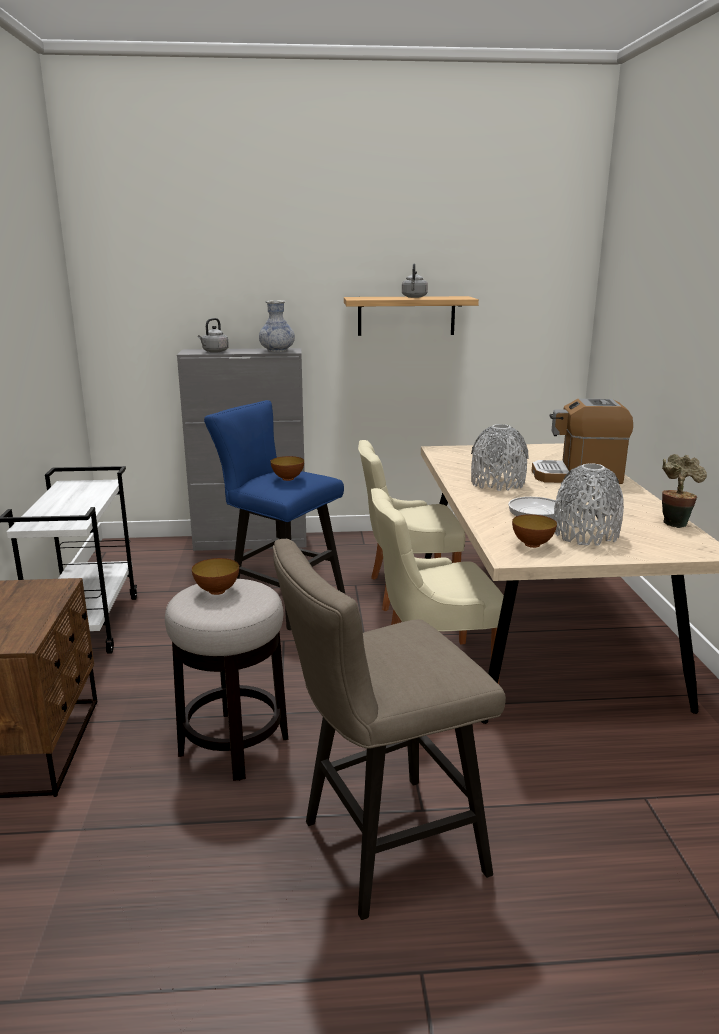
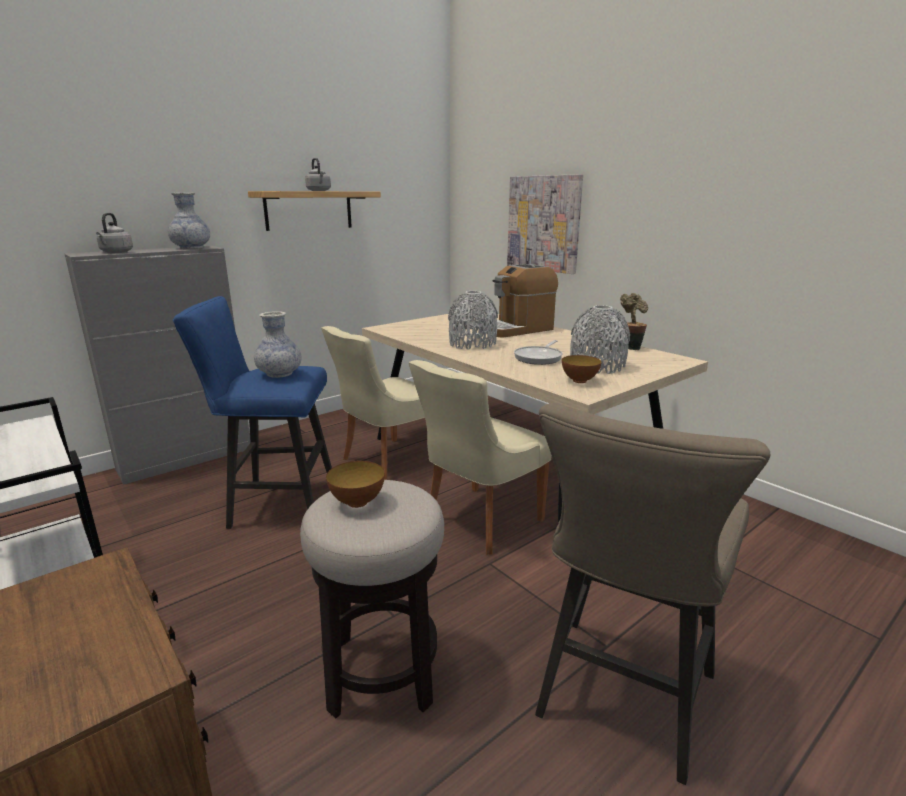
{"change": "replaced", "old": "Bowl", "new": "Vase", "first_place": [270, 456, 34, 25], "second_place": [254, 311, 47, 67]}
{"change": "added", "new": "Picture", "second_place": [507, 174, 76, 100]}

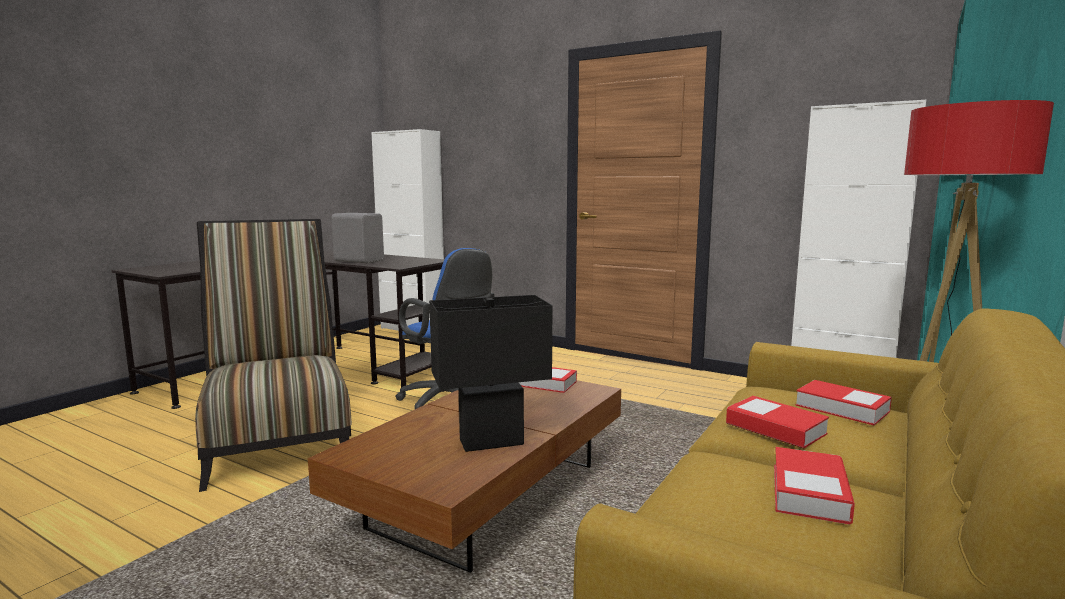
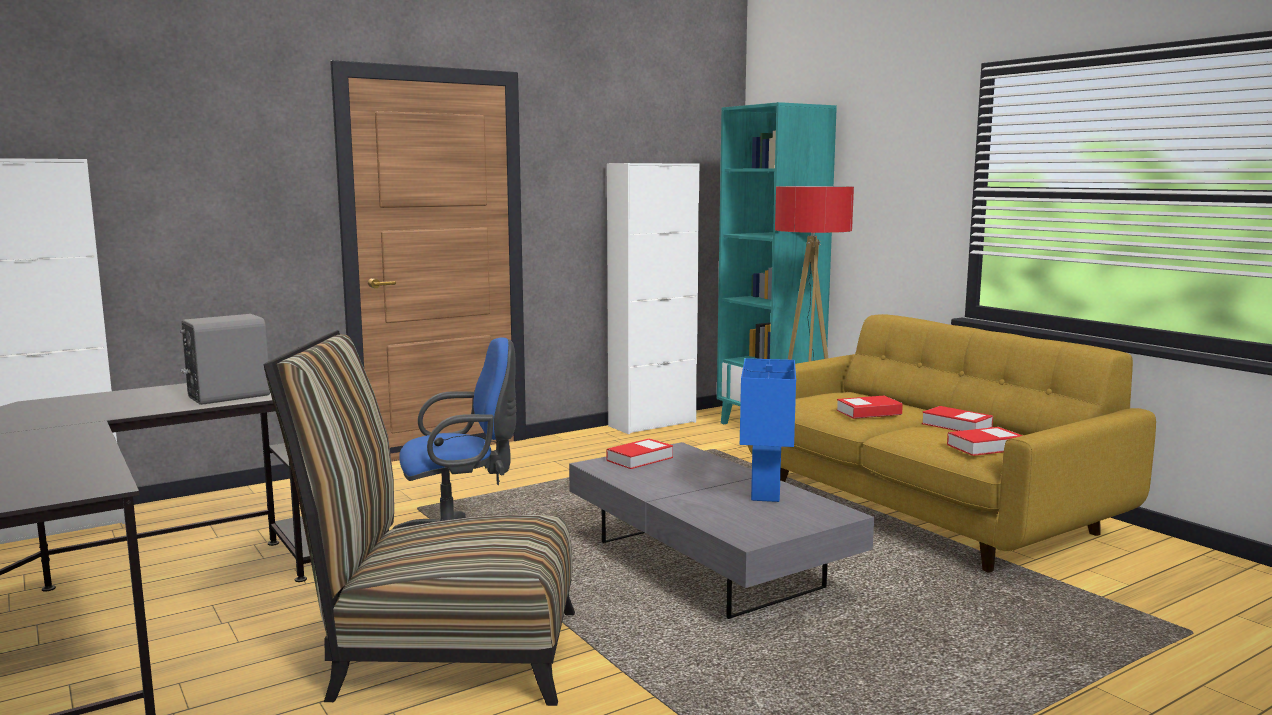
{"change": "recoloured", "old": "BlackTableLamp", "new": "BlueTableLamp", "first_place": [429, 295, 123, 157], "second_place": [740, 358, 56, 144]}
{"change": "recoloured", "old": "BrownCoffeeTable", "new": "GreyCoffeeTable", "first_place": [308, 380, 313, 193], "second_place": [569, 442, 305, 177]}
{"change": "moved", "old": "Book", "first_place": [795, 380, 97, 45], "second_place": [947, 427, 76, 29]}

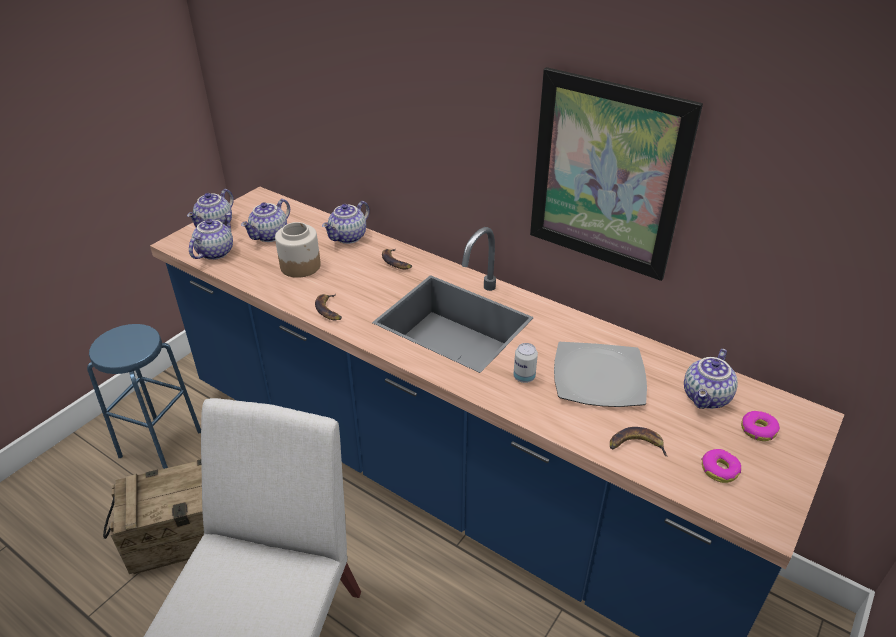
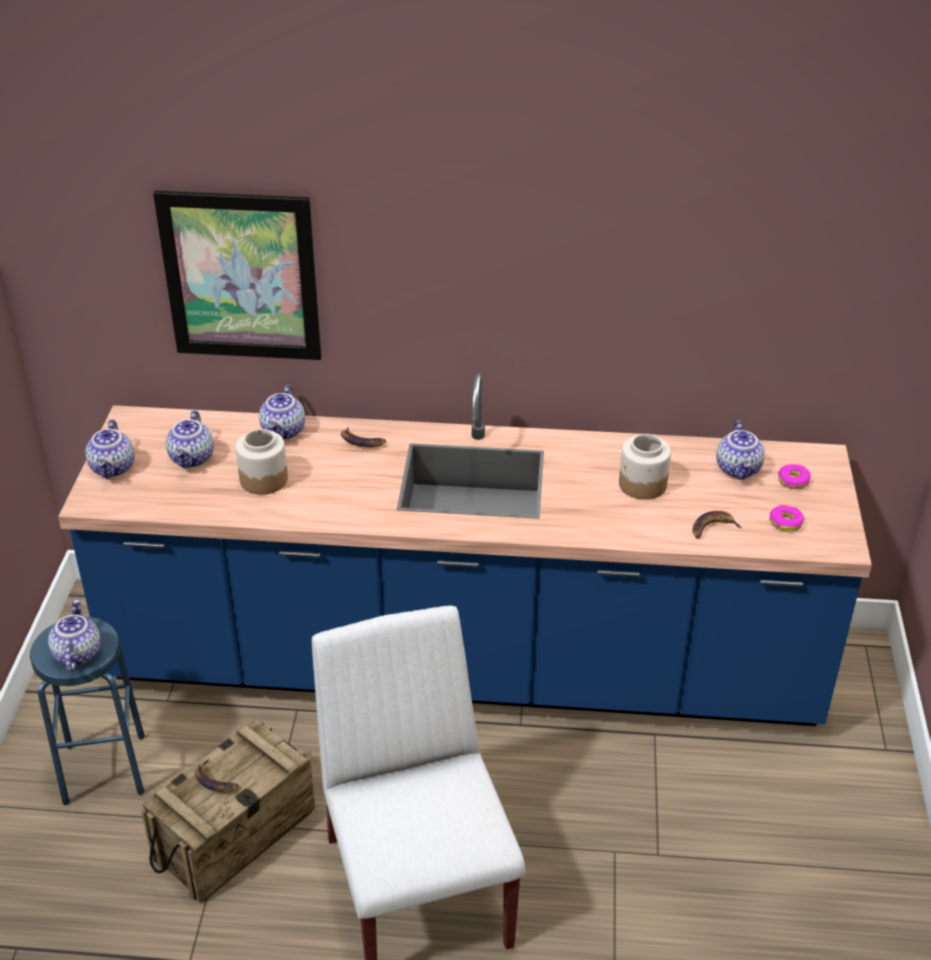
{"change": "moved", "old": "Picture", "first_place": [530, 67, 173, 214], "second_place": [153, 191, 169, 169]}
{"change": "moved", "old": "Teapot", "first_place": [189, 213, 44, 47], "second_place": [48, 599, 53, 73]}
{"change": "moved", "old": "Banana", "first_place": [315, 294, 27, 26], "second_place": [195, 759, 44, 33]}
{"change": "replaced", "old": "Plate", "new": "Jar", "first_place": [554, 342, 93, 65], "second_place": [619, 434, 52, 66]}
{"change": "removed", "old": "Can", "first_place": [513, 343, 25, 40]}

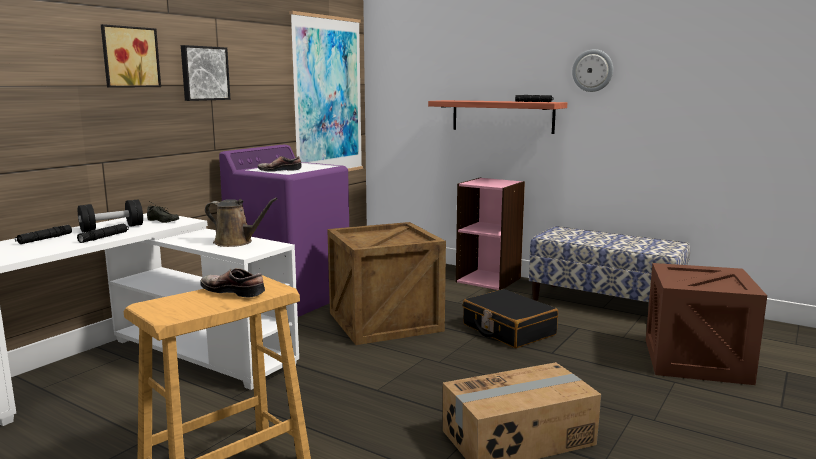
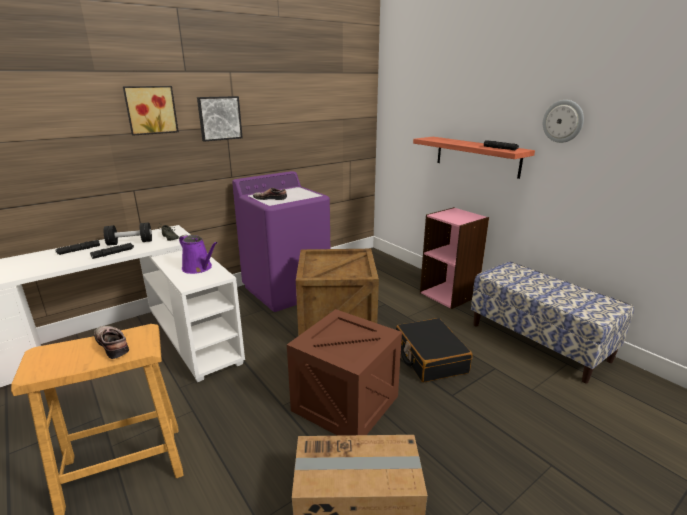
{"change": "removed", "old": "Picture", "first_place": [289, 11, 74, 160]}
{"change": "recoloured", "old": "BrownWateringCan", "new": "PurpleWateringCan", "first_place": [205, 198, 72, 49], "second_place": [179, 234, 39, 40]}
{"change": "moved", "old": "Crate", "first_place": [646, 263, 121, 122], "second_place": [287, 309, 115, 127]}

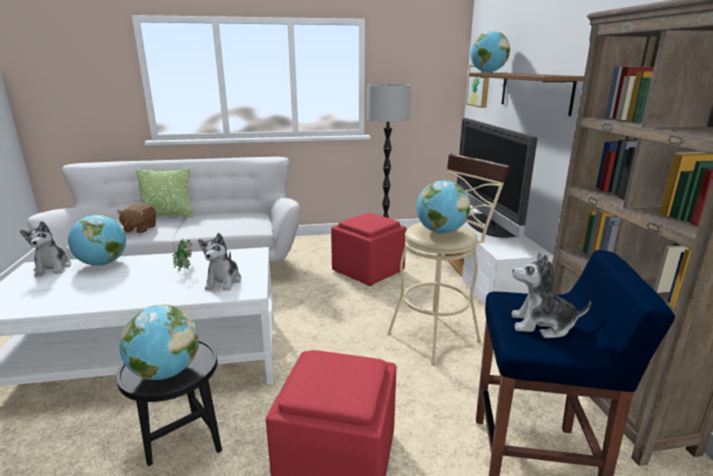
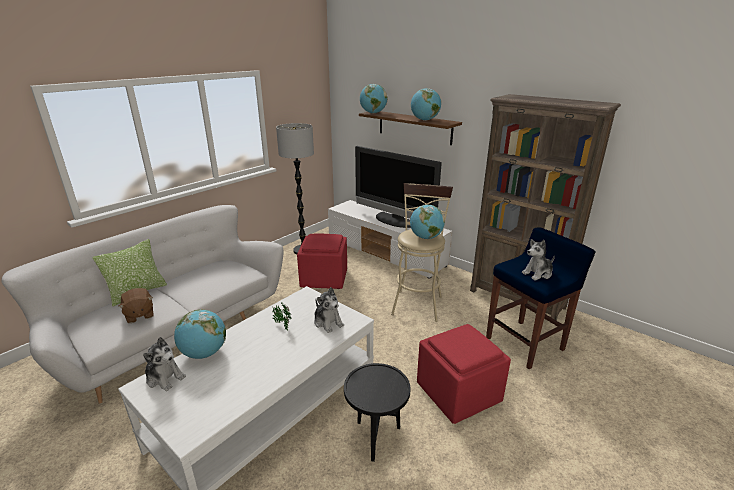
{"change": "removed", "old": "Picture", "first_place": [466, 65, 23, 43]}
{"change": "moved", "old": "Globe", "first_place": [119, 305, 80, 75], "second_place": [411, 88, 30, 33]}

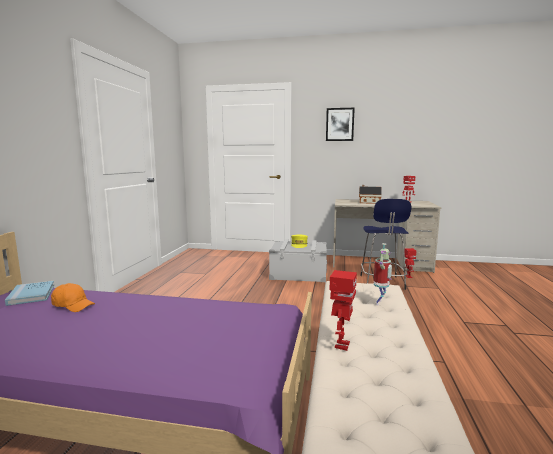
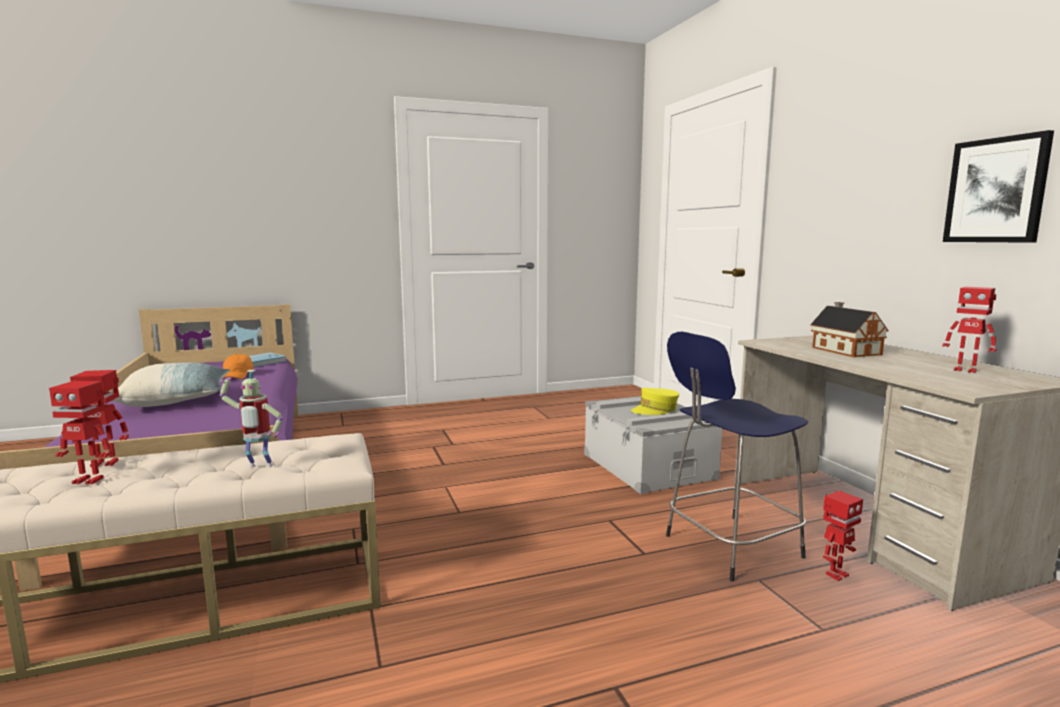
{"change": "moved", "old": "Picture", "first_place": [326, 108, 29, 33], "second_place": [943, 130, 111, 113]}
{"change": "added", "new": "Pillow", "second_place": [112, 363, 118, 44]}
{"change": "added", "new": "ToyRobot", "second_place": [49, 381, 63, 104]}

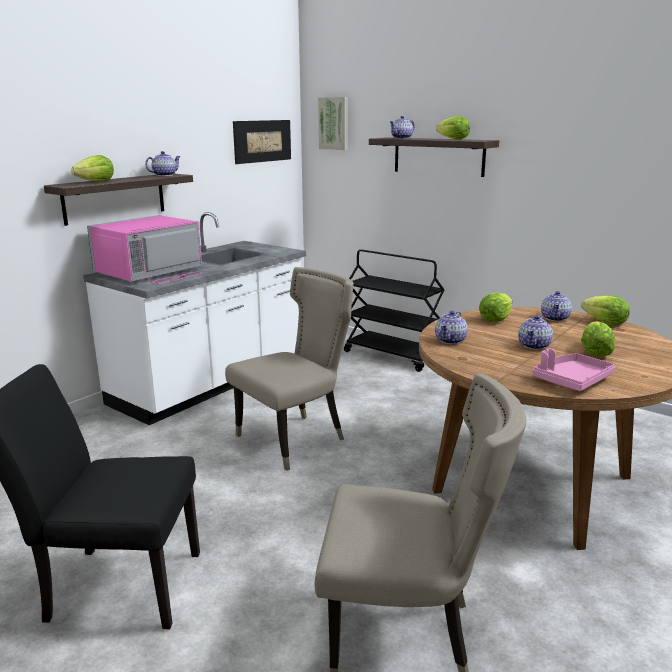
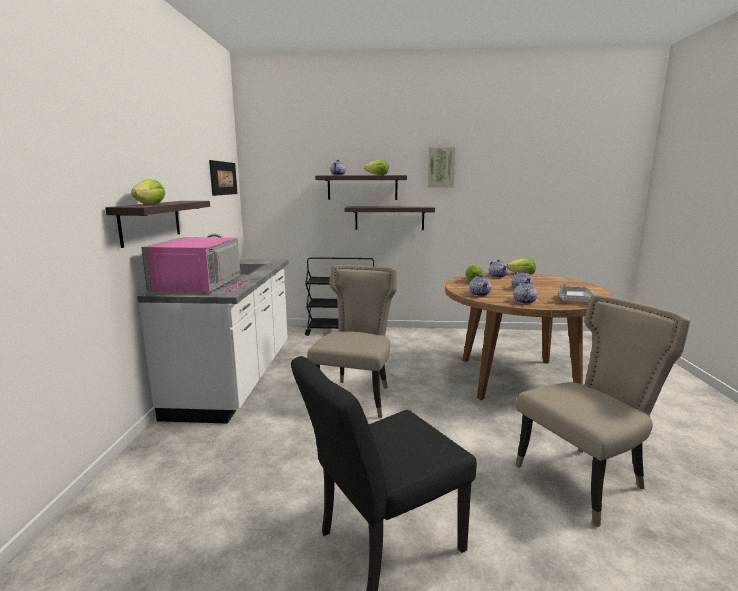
{"change": "moved", "old": "Picture", "first_place": [318, 97, 30, 53], "second_place": [428, 147, 28, 40]}
{"change": "moved", "old": "Teapot", "first_place": [145, 151, 36, 25], "second_place": [513, 281, 25, 23]}
{"change": "removed", "old": "Lettuce", "first_place": [581, 321, 34, 36]}
{"change": "recoloured", "old": "PinkTray", "new": "GreyTray", "first_place": [532, 348, 83, 43], "second_place": [559, 284, 37, 18]}
{"change": "added", "new": "Shelf", "second_place": [344, 206, 91, 24]}

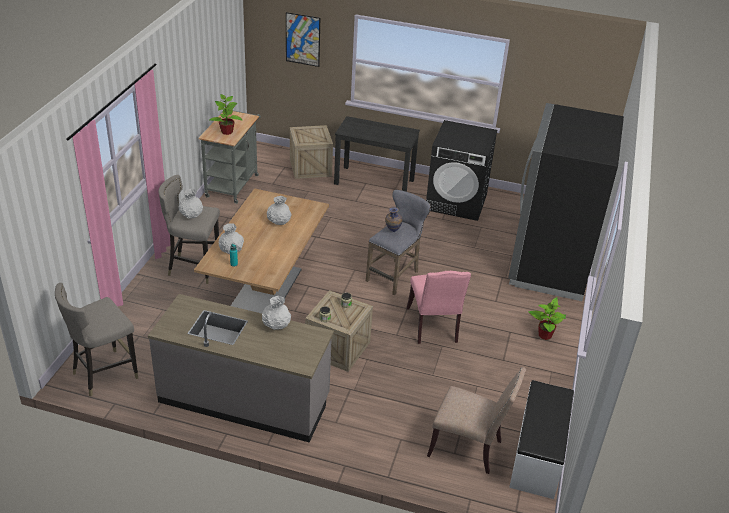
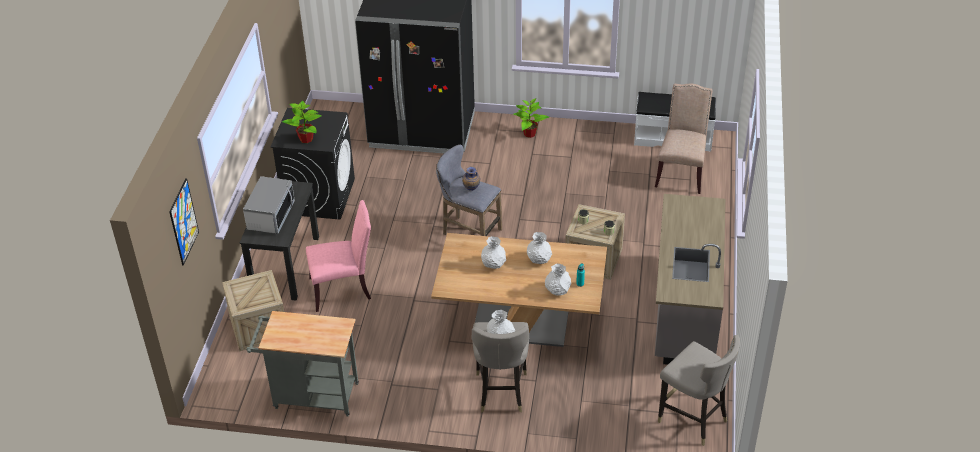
{"change": "moved", "old": "PottedPlant", "first_place": [210, 94, 33, 41], "second_place": [282, 101, 40, 42]}
{"change": "moved", "old": "PinkChair", "first_place": [406, 271, 65, 73], "second_place": [306, 200, 65, 112]}
{"change": "moved", "old": "WhiteVase", "first_place": [262, 296, 29, 34], "second_place": [527, 232, 25, 32]}
{"change": "added", "new": "Microwave", "second_place": [243, 176, 52, 58]}

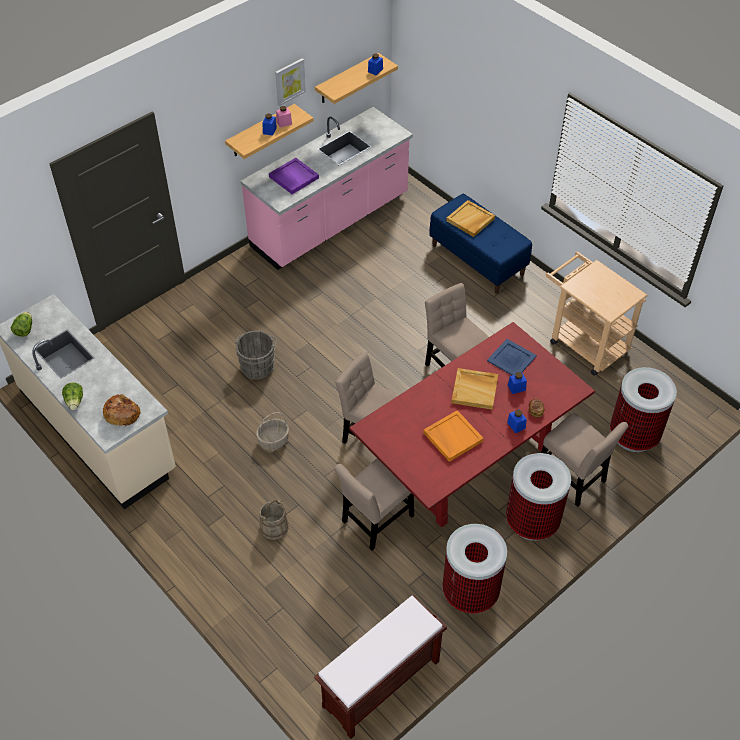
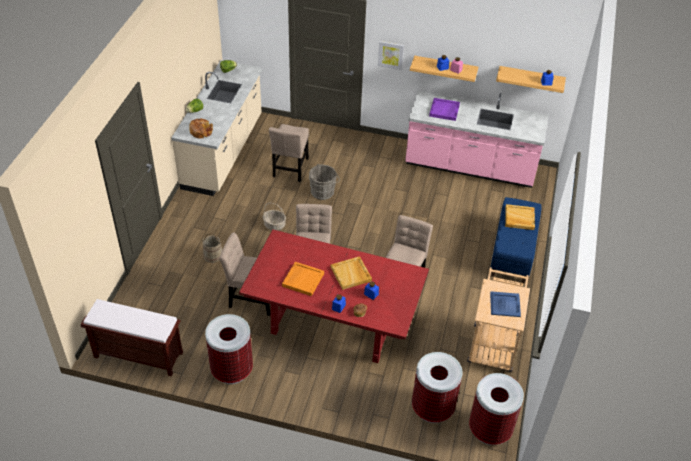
{"change": "moved", "old": "Picture", "first_place": [275, 58, 31, 48], "second_place": [378, 41, 26, 29]}
{"change": "moved", "old": "BlueTray", "first_place": [487, 339, 50, 36], "second_place": [490, 291, 31, 26]}
{"change": "moved", "old": "BeigeChair", "first_place": [541, 413, 87, 94], "second_place": [269, 124, 40, 58]}
{"change": "moved", "old": "TrashCan", "first_place": [506, 453, 65, 88], "second_place": [469, 373, 55, 72]}

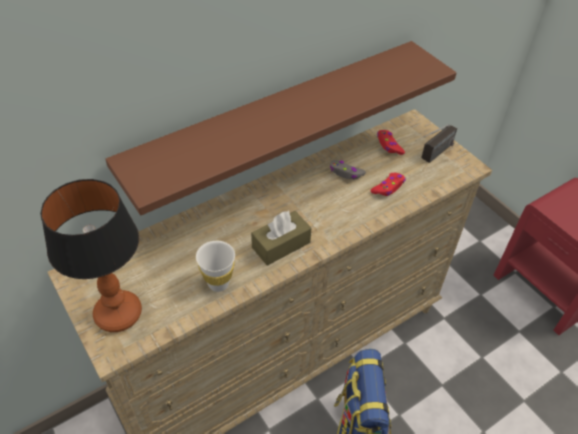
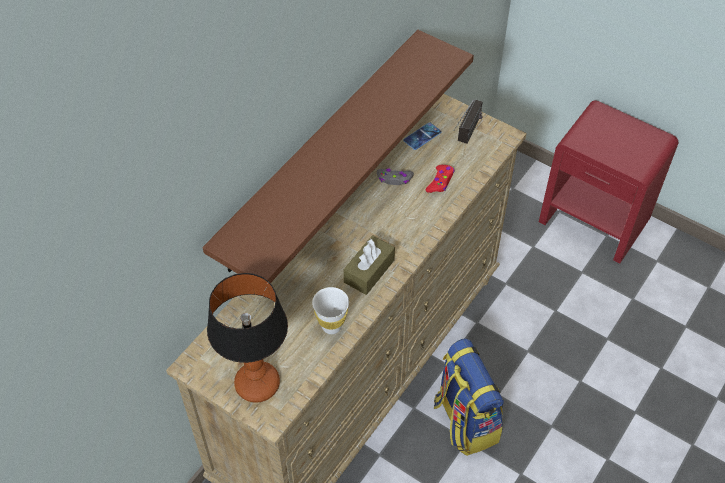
{"change": "replaced", "old": "RedGameController", "new": "Phone", "first_place": [377, 130, 28, 25], "second_place": [403, 122, 39, 28]}

